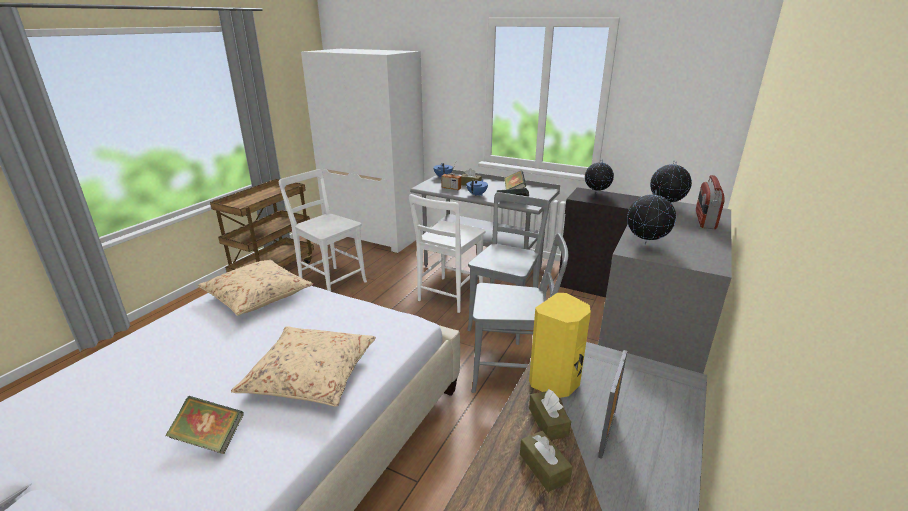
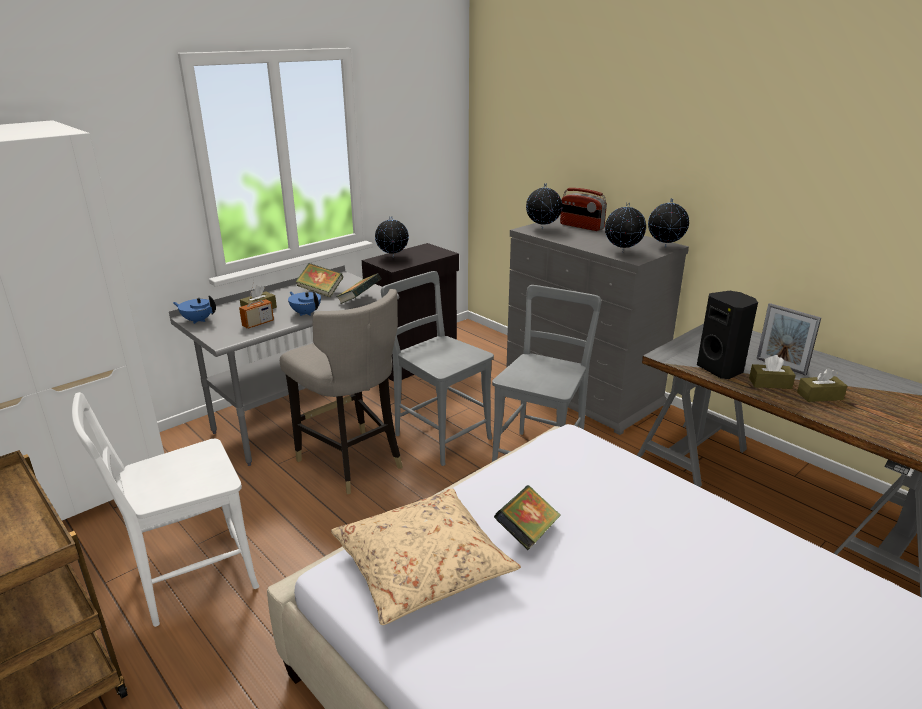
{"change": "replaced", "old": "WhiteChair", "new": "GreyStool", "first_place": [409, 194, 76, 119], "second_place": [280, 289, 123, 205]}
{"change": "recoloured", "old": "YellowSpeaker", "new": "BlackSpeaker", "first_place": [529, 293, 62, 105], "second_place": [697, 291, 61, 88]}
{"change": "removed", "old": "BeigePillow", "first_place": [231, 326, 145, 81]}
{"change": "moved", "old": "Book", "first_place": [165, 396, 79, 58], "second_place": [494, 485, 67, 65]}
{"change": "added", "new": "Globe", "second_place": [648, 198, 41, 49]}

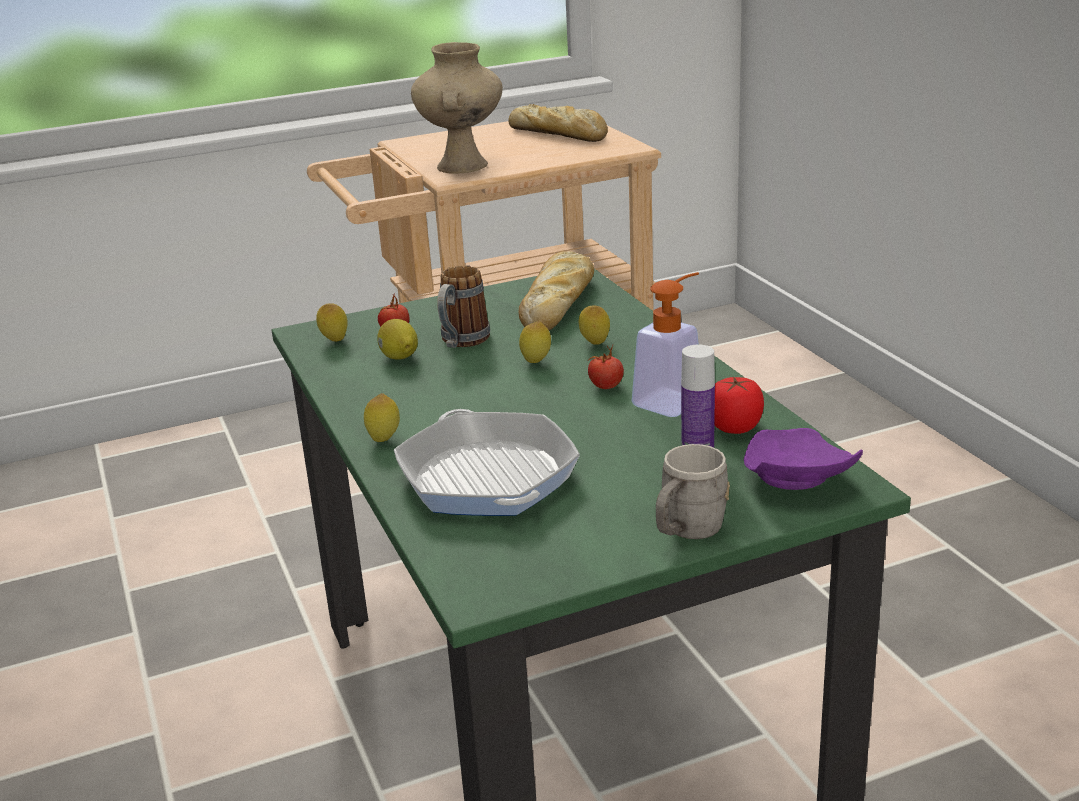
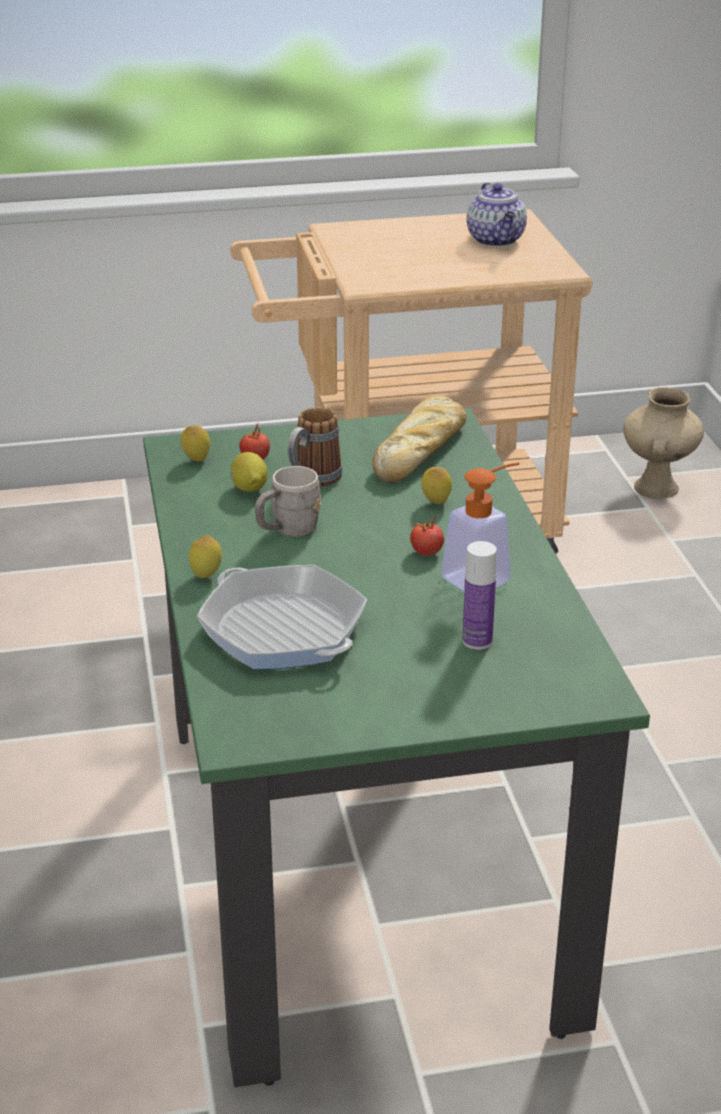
{"change": "moved", "old": "BeigeVase", "first_place": [411, 42, 92, 132], "second_place": [623, 387, 81, 112]}
{"change": "replaced", "old": "Bread", "new": "Teapot", "first_place": [508, 104, 100, 38], "second_place": [467, 182, 60, 65]}
{"change": "removed", "old": "Lemon", "first_place": [519, 321, 32, 42]}
{"change": "removed", "old": "Tomato", "first_place": [714, 376, 50, 58]}
{"change": "turned", "old": "FryingPan", "first_place": [394, 409, 186, 107], "second_place": [196, 565, 171, 105], "degrees": 150}
{"change": "removed", "old": "PurplePlate", "first_place": [743, 428, 120, 62]}
{"change": "moved", "old": "GreyMug", "first_place": [656, 444, 74, 95], "second_place": [255, 466, 66, 71]}

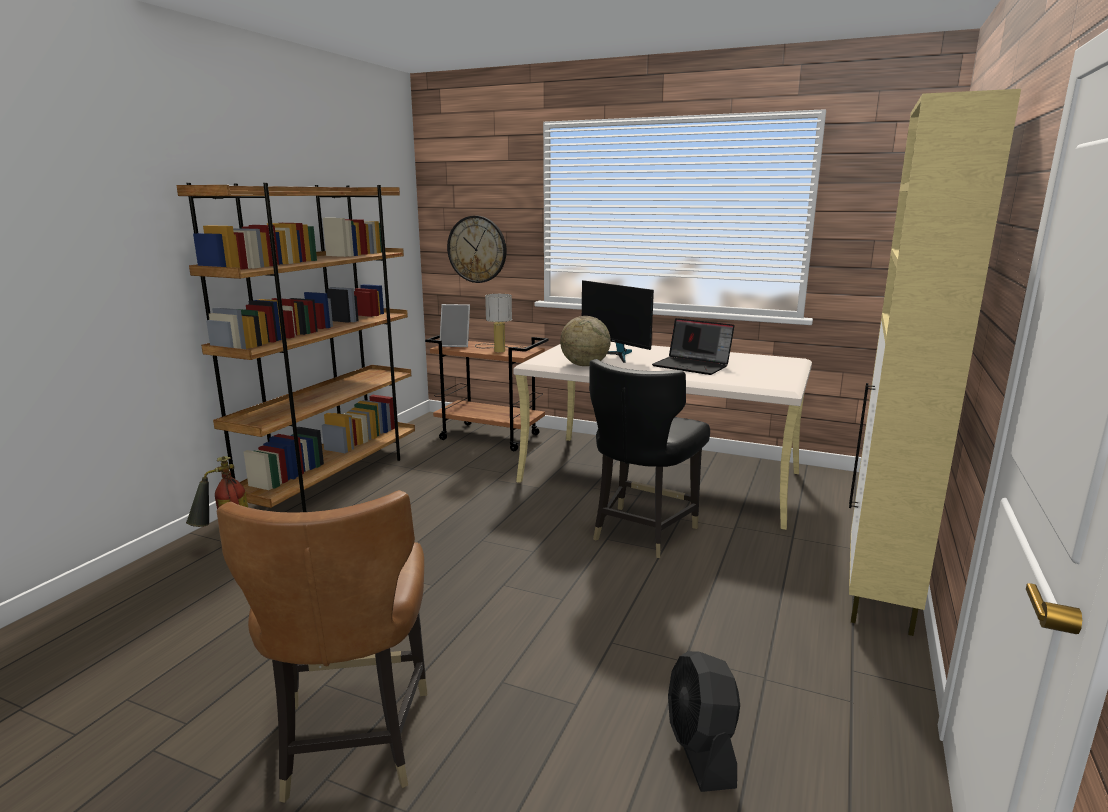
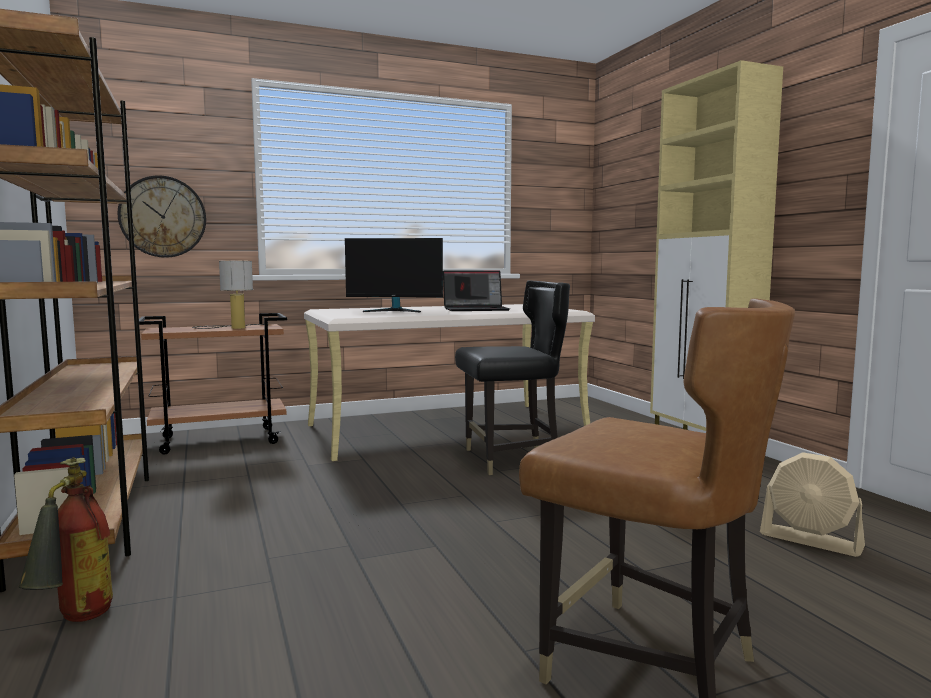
{"change": "removed", "old": "PictureFrame", "first_place": [440, 304, 30, 43]}
{"change": "removed", "old": "Globe", "first_place": [560, 316, 51, 50]}
{"change": "turned", "old": "BlackChair", "first_place": [589, 359, 121, 199], "second_place": [455, 280, 115, 195], "degrees": -90}
{"change": "recoloured", "old": "BlackFan", "new": "BeigeFan", "first_place": [668, 651, 72, 141], "second_place": [760, 452, 105, 105]}

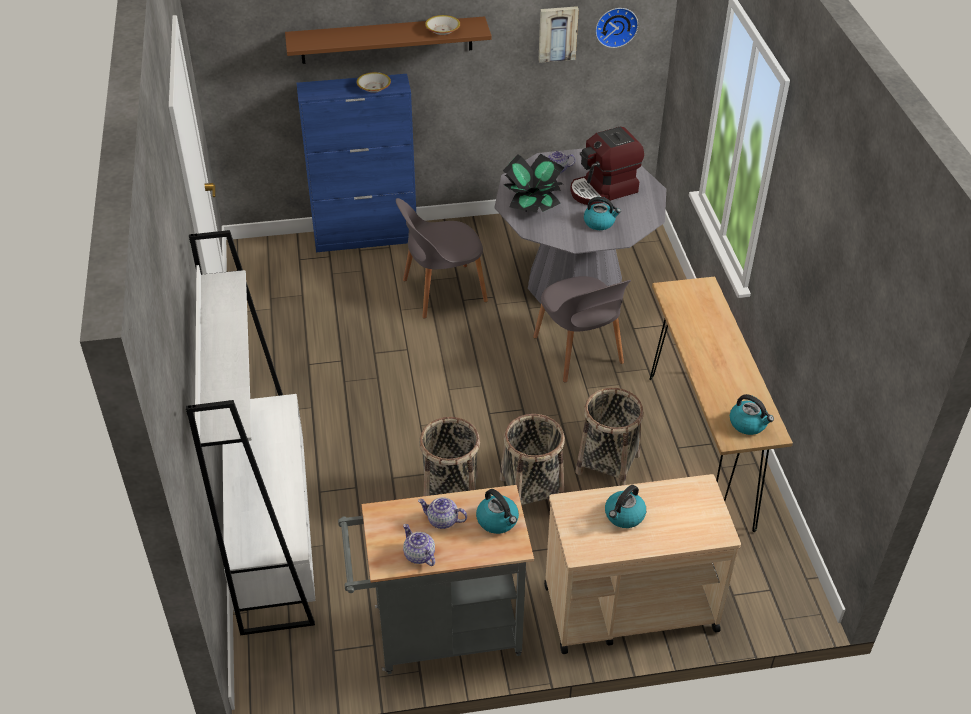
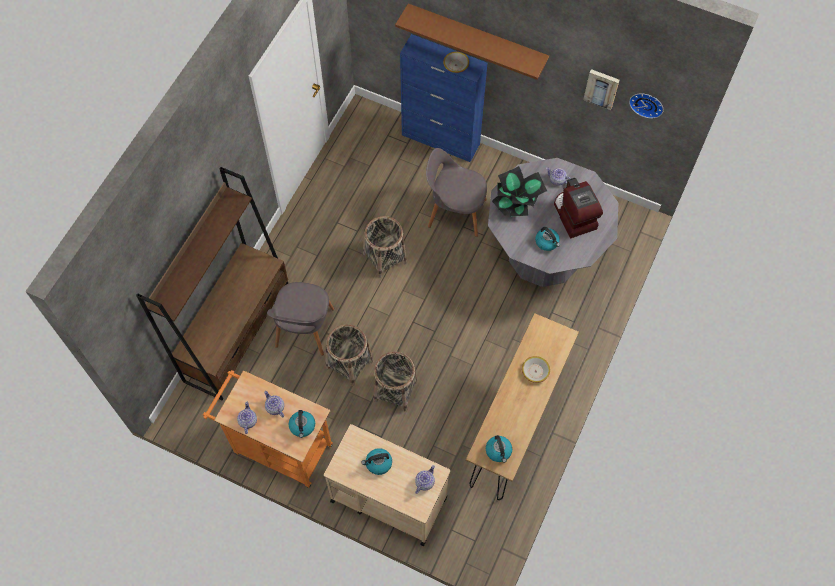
{"change": "moved", "old": "Bowl", "first_place": [425, 15, 35, 20], "second_place": [522, 356, 28, 27]}
{"change": "turned", "old": "CoffeeMachine", "first_place": [570, 127, 74, 78], "second_place": [554, 178, 49, 60], "degrees": 60}
{"change": "recoloured", "old": "WhiteBookcase", "new": "BrownBookcase", "first_place": [186, 230, 129, 405], "second_place": [136, 167, 152, 233]}
{"change": "moved", "old": "GreyChair", "first_place": [533, 276, 98, 106], "second_place": [267, 282, 67, 74]}
{"change": "moved", "old": "Basket", "first_place": [576, 388, 68, 98], "second_place": [363, 216, 44, 62]}
{"change": "recoloured", "old": "GreyCart", "new": "OrangeCart", "first_place": [338, 485, 196, 189], "second_place": [203, 370, 130, 118]}
{"change": "added", "new": "Teapot", "second_place": [415, 465, 20, 29]}

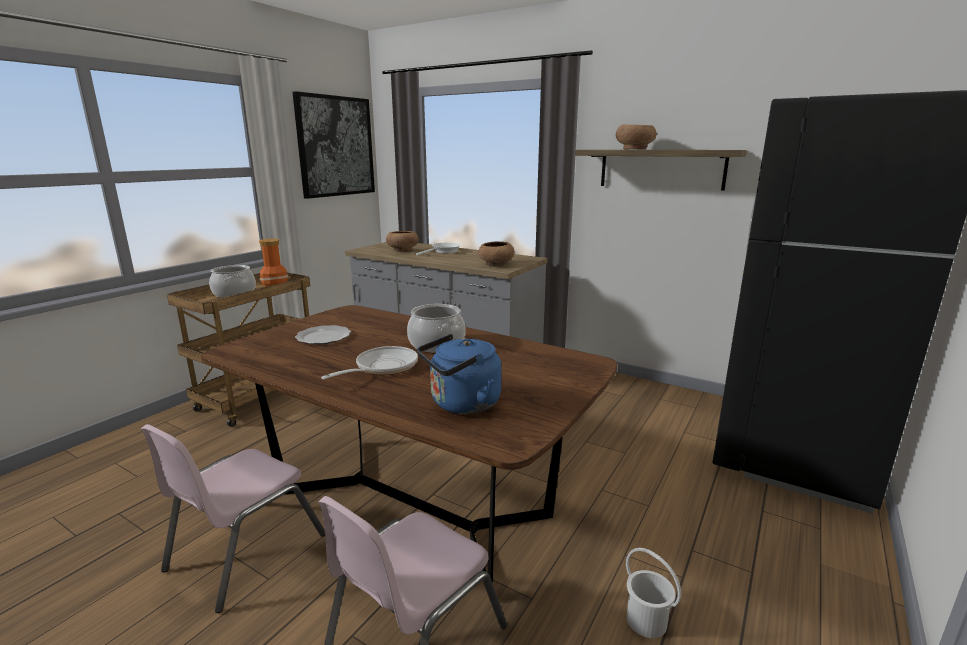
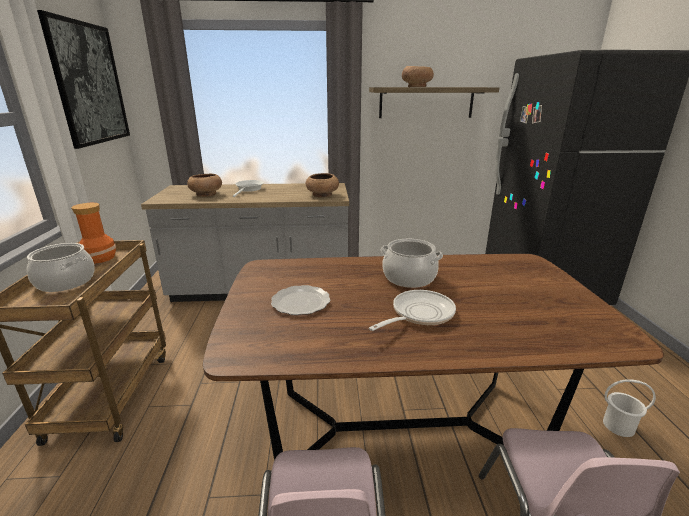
{"change": "removed", "old": "BlueKettle", "first_place": [417, 334, 84, 80]}
{"change": "turned", "old": "FryingPan", "first_place": [321, 346, 97, 33], "second_place": [369, 290, 87, 41], "degrees": 45}

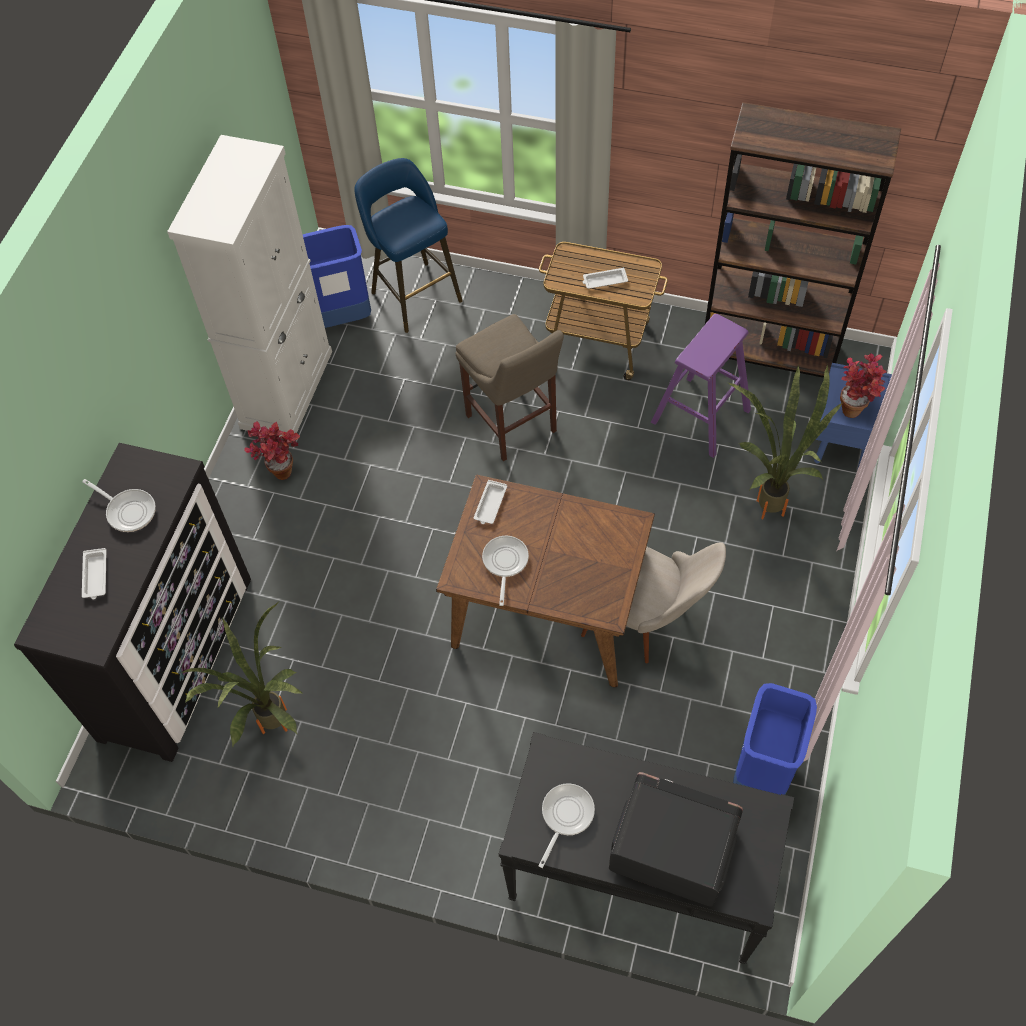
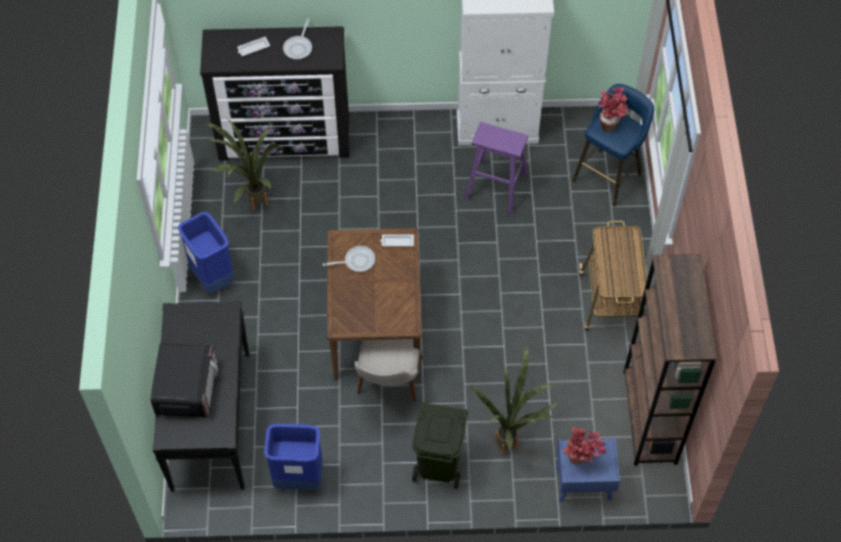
{"change": "moved", "old": "BlueTrashCan", "first_place": [303, 225, 68, 103], "second_place": [178, 212, 57, 82]}
{"change": "removed", "old": "WhiteTray", "first_place": [583, 267, 45, 22]}
{"change": "removed", "old": "BeigeStool", "first_place": [455, 314, 109, 147]}
{"change": "moved", "old": "PurpleStool", "first_place": [651, 314, 100, 144], "second_place": [464, 122, 64, 92]}
{"change": "moved", "old": "PottedPlant", "first_place": [244, 421, 56, 59], "second_place": [598, 87, 30, 45]}
{"change": "removed", "old": "FryingPan", "first_place": [539, 783, 56, 85]}
{"change": "added", "new": "GreenTrashCan", "second_place": [412, 403, 56, 86]}

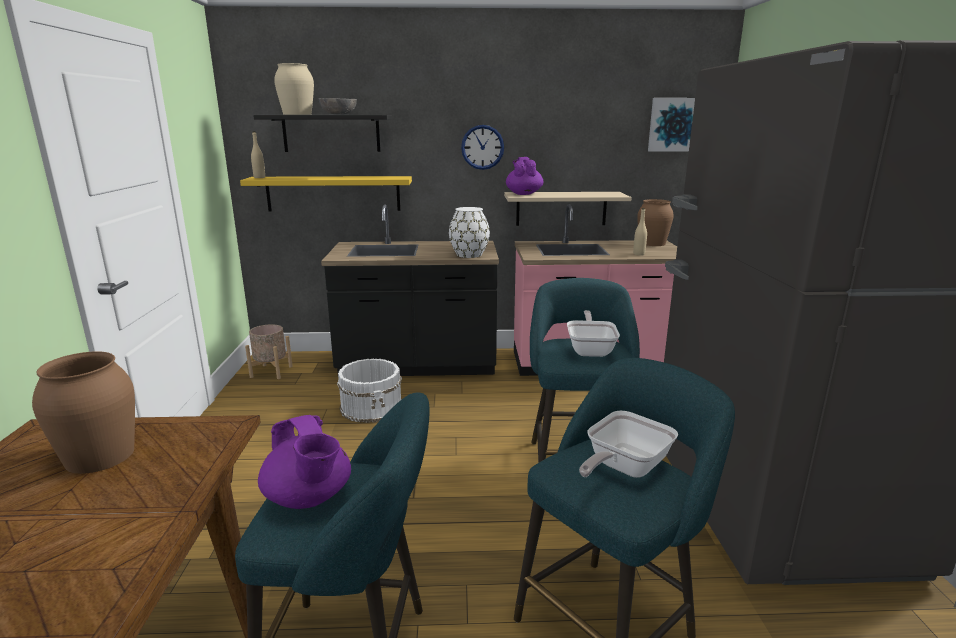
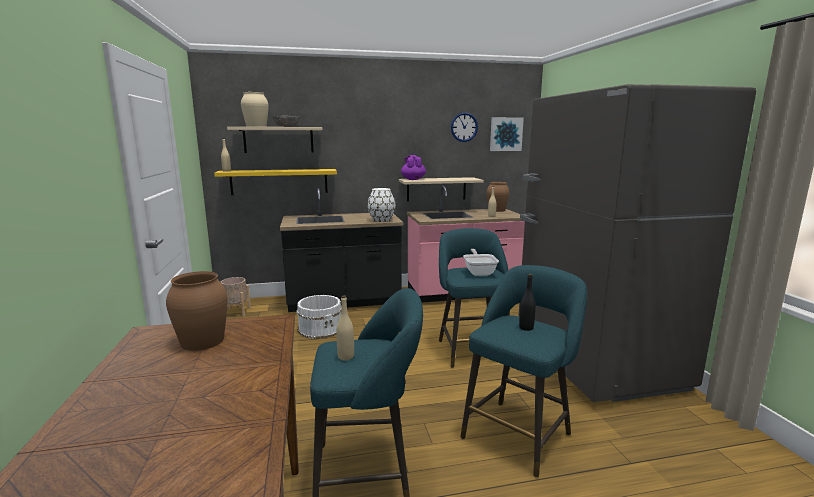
{"change": "recoloured", "old": "BlackShelf", "new": "BeigeShelf", "first_place": [253, 115, 139, 37], "second_place": [227, 127, 96, 26]}
{"change": "moved", "old": "WallClock", "first_place": [461, 125, 43, 45], "second_place": [451, 113, 27, 29]}
{"change": "replaced", "old": "FryingPan", "new": "BlackBottle", "first_place": [579, 411, 99, 67], "second_place": [519, 274, 17, 57]}
{"change": "replaced", "old": "PurpleTeapot", "new": "BeigeBottle", "first_place": [258, 415, 93, 94], "second_place": [336, 295, 18, 65]}

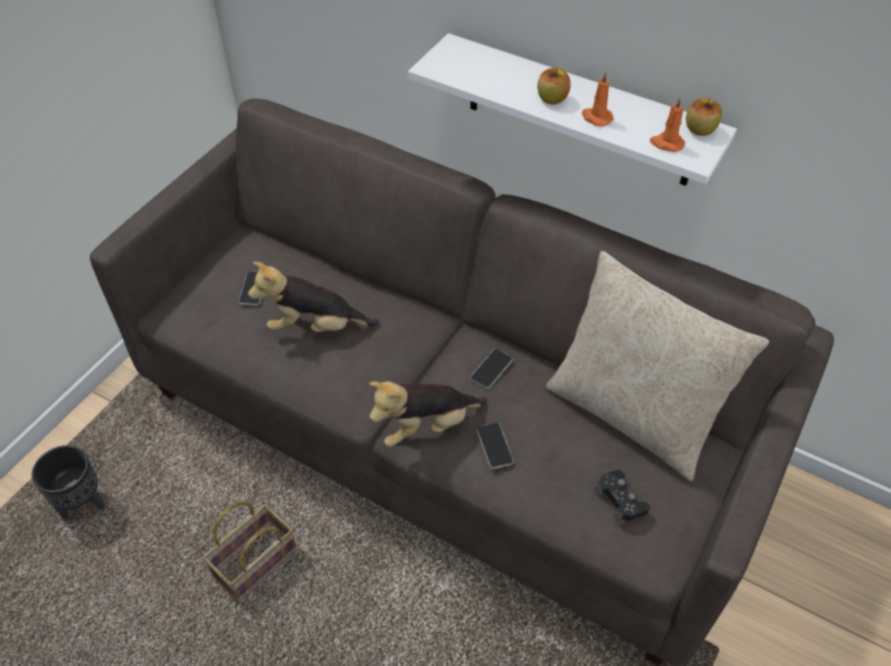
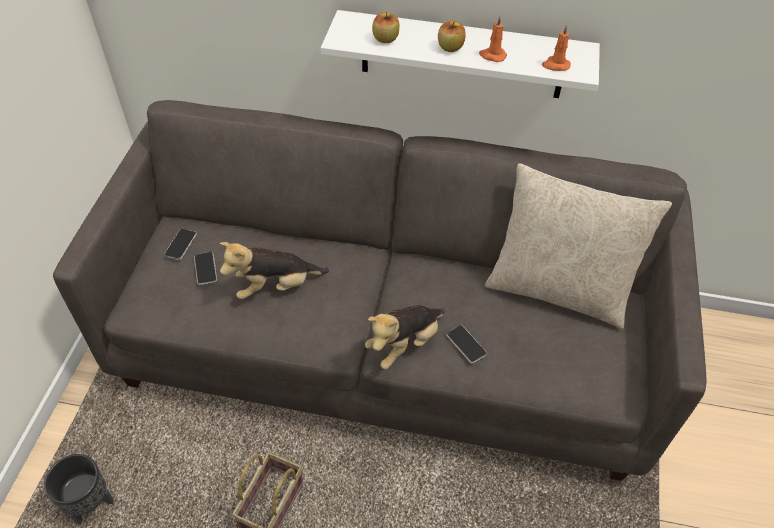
{"change": "moved", "old": "Apple", "first_place": [686, 98, 36, 38], "second_place": [372, 12, 27, 31]}
{"change": "moved", "old": "Phone", "first_place": [470, 349, 43, 40], "second_place": [164, 229, 33, 31]}
{"change": "removed", "old": "BlackGameController", "first_place": [595, 470, 55, 53]}

